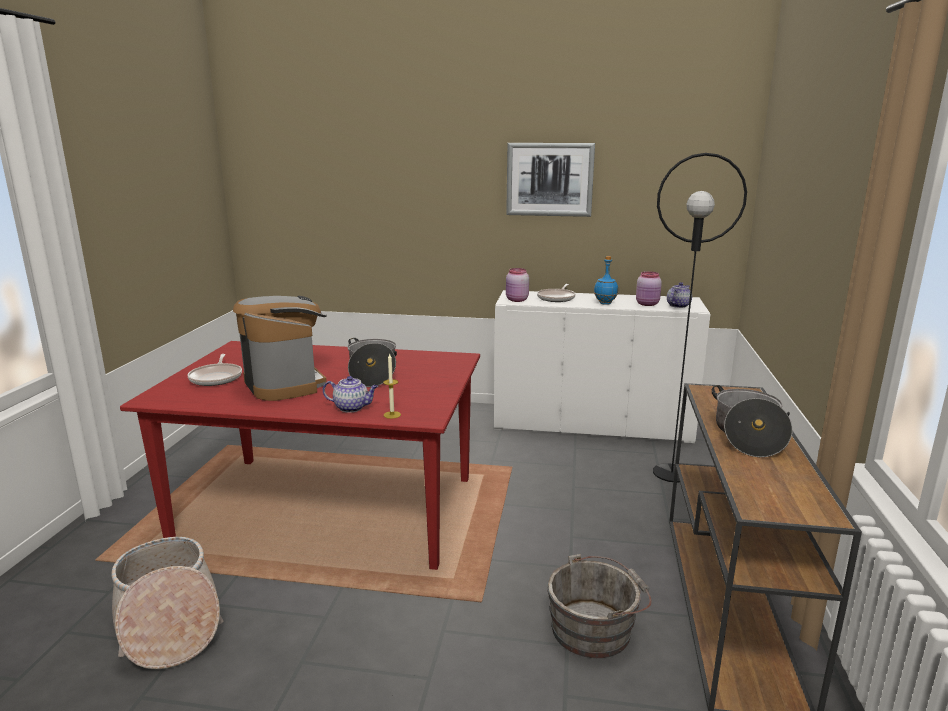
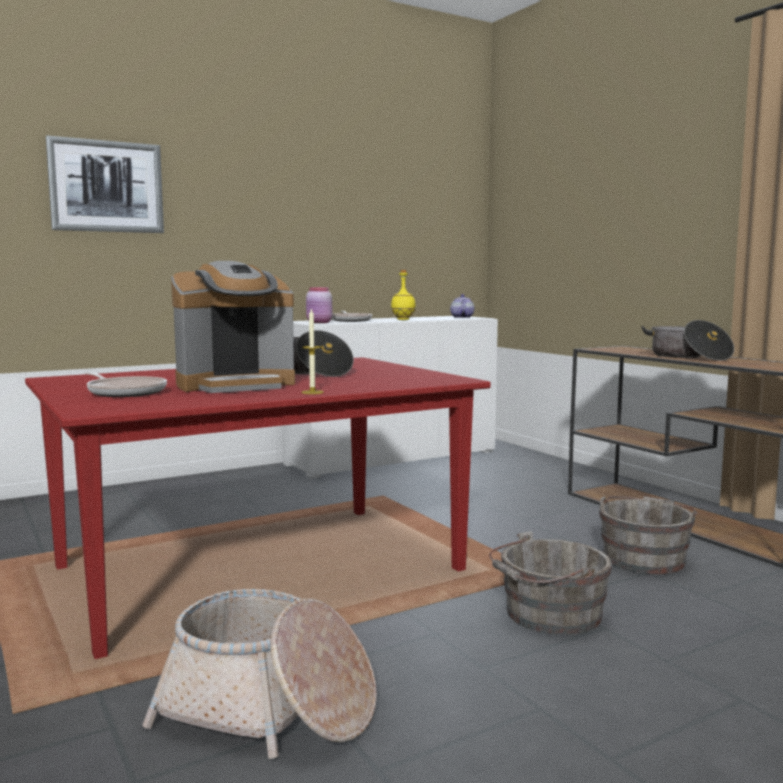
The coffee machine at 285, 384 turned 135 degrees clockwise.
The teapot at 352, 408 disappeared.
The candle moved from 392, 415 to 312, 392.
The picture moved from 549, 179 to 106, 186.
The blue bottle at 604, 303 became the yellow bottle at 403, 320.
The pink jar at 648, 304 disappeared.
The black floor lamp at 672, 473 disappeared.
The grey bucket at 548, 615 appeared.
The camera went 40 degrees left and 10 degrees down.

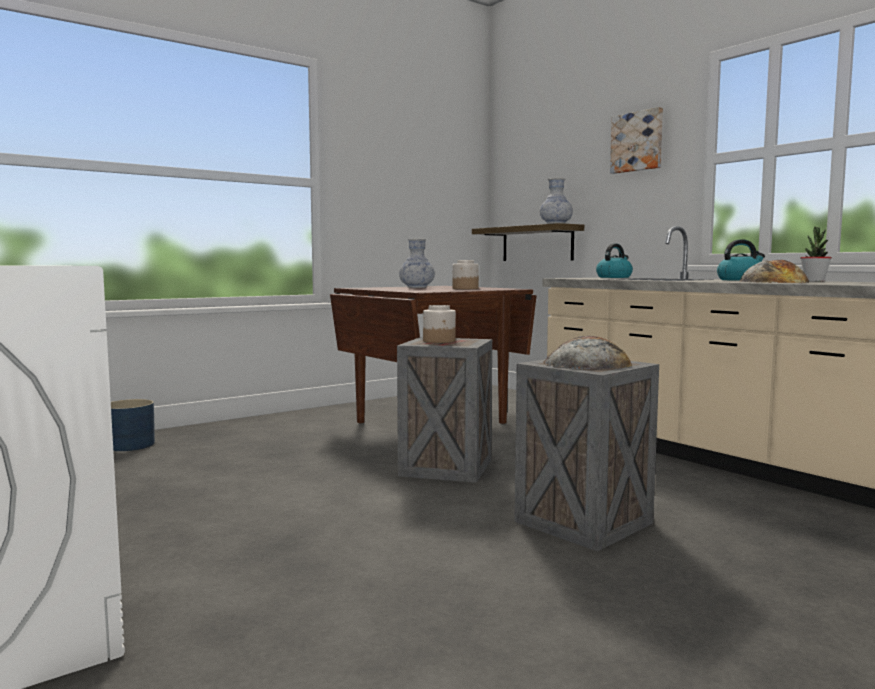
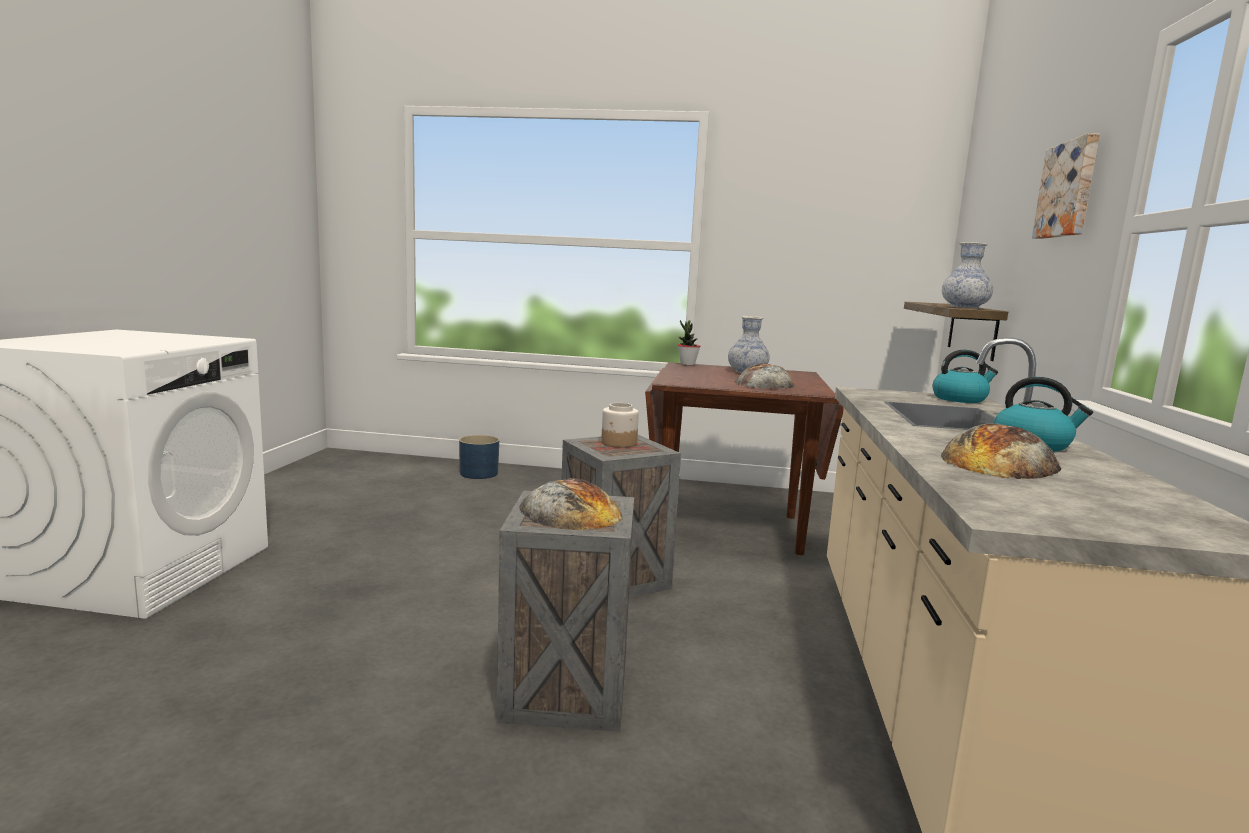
The jar at 465, 288 was replaced by the bread at 764, 384.
The potted plant moved from 814, 281 to 687, 364.
The camera went 45 degrees right and 5 degrees up.

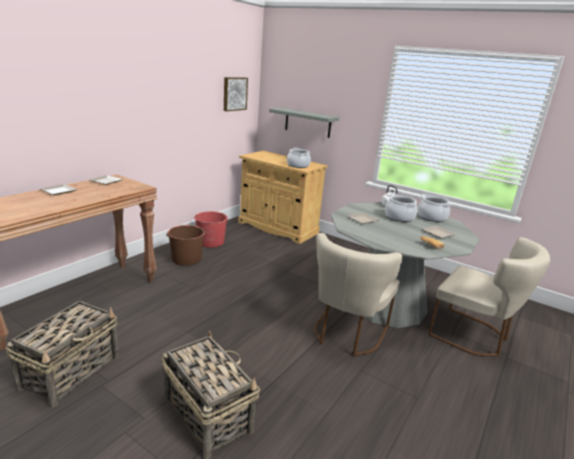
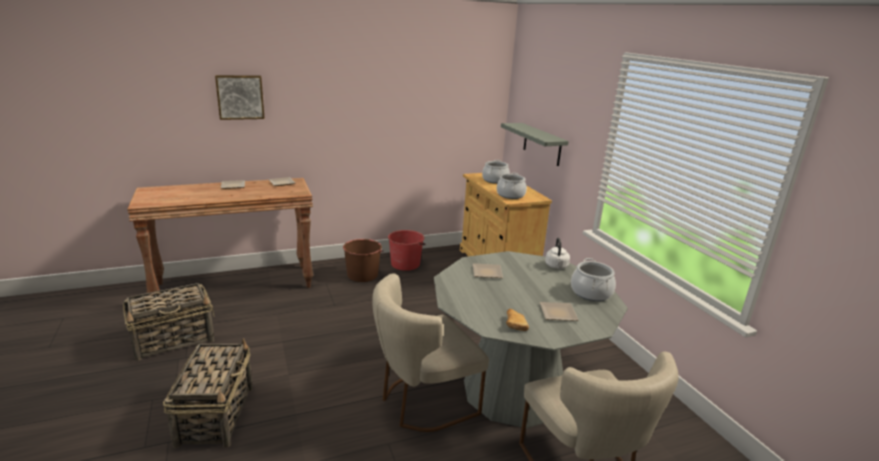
The picture moved from 234, 93 to 240, 97.
The cooking pot moved from 399, 217 to 495, 180.
The camera went 35 degrees right and 0 degrees up.

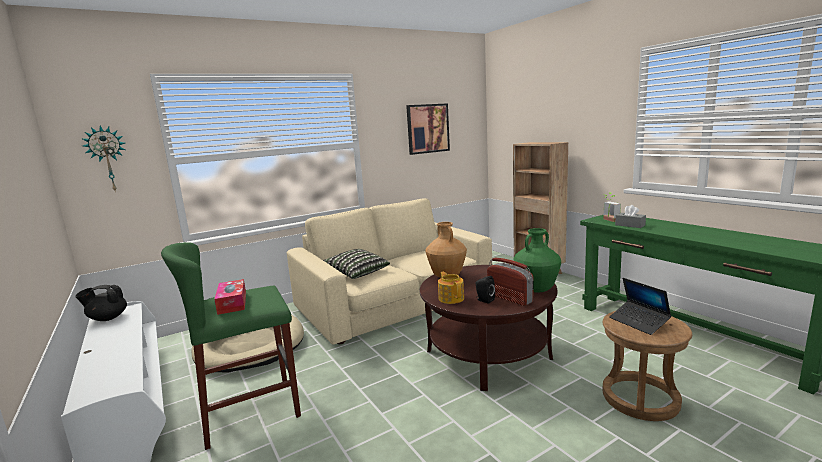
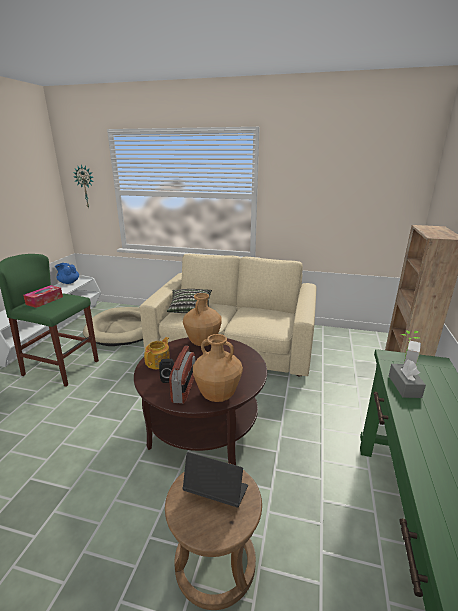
The black teapot at 107, 318 became the blue teapot at 68, 282.
The picture at 427, 128 disappeared.
The green vase at 536, 290 became the brown vase at 217, 395.
The laptop at 639, 322 turned 90 degrees clockwise.
The camera went 45 degrees right and 10 degrees up.

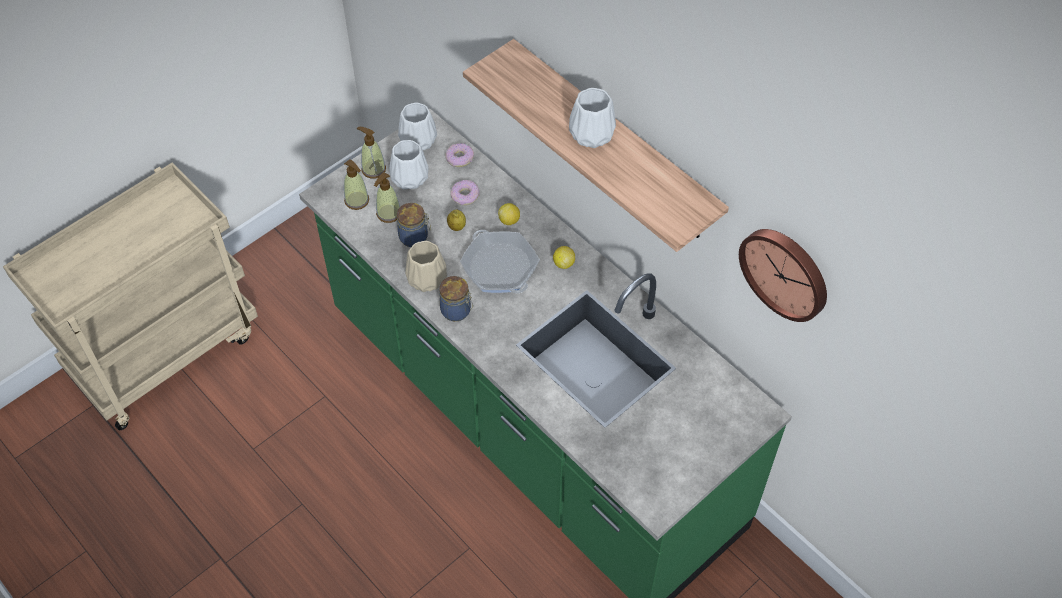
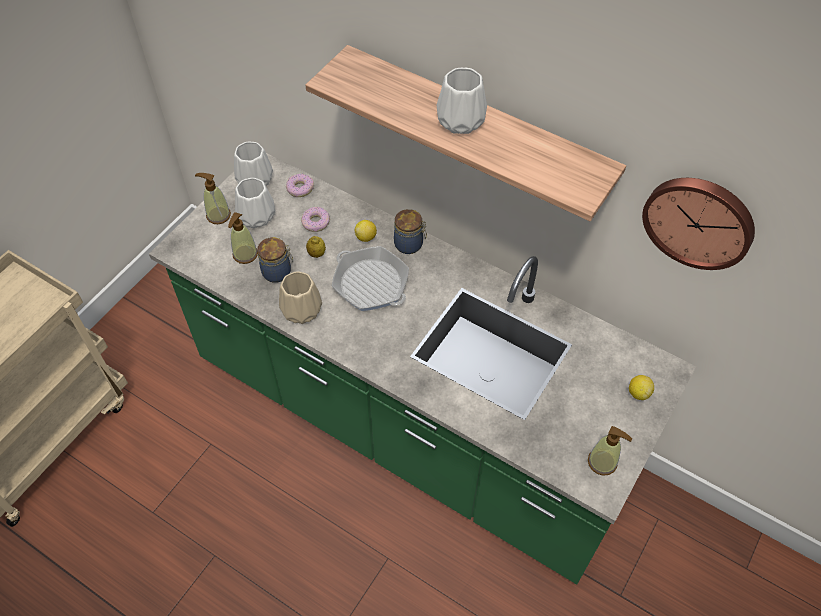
The soap dispenser moved from 357, 200 to 602, 462.
The jar moved from 457, 311 to 410, 244.
The lemon moved from 563, 263 to 638, 393.
The camera went 15 degrees left and 0 degrees up.

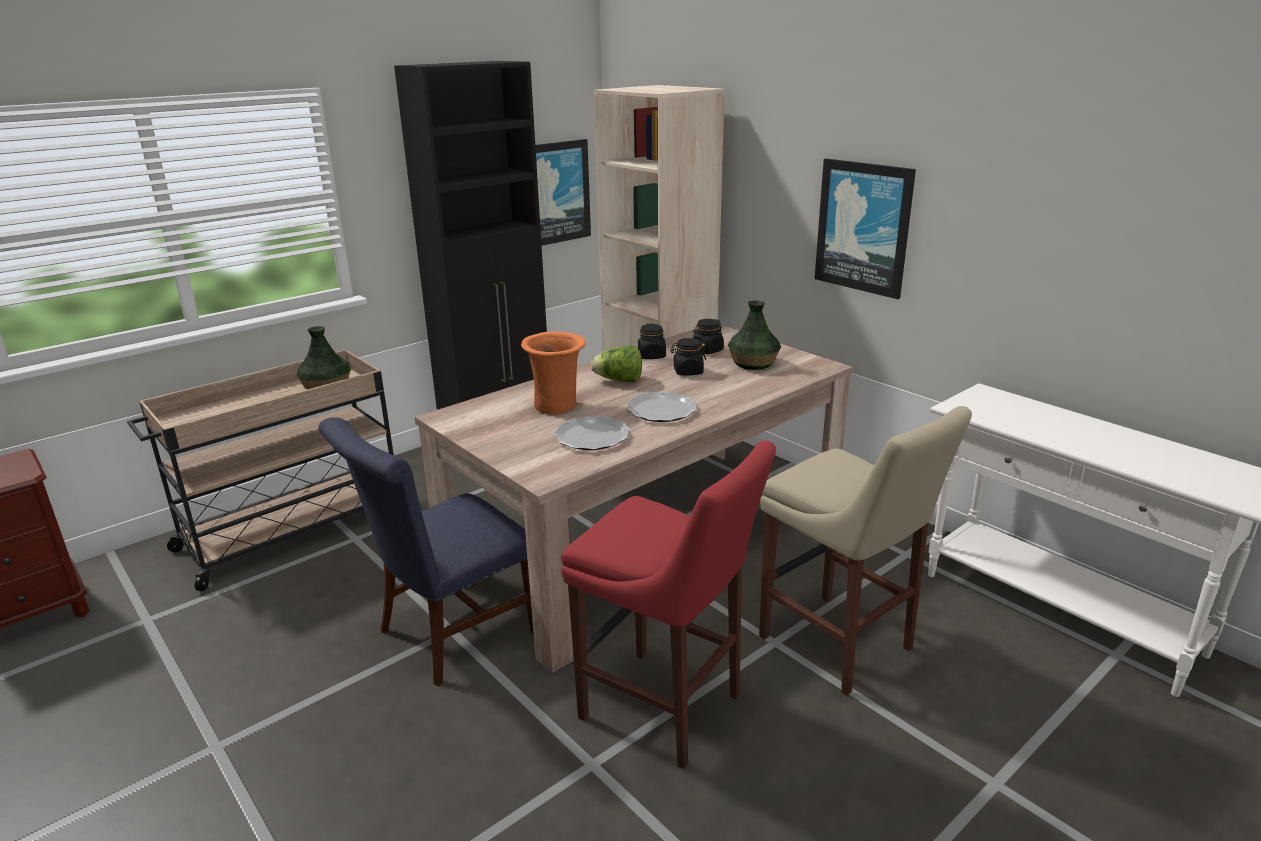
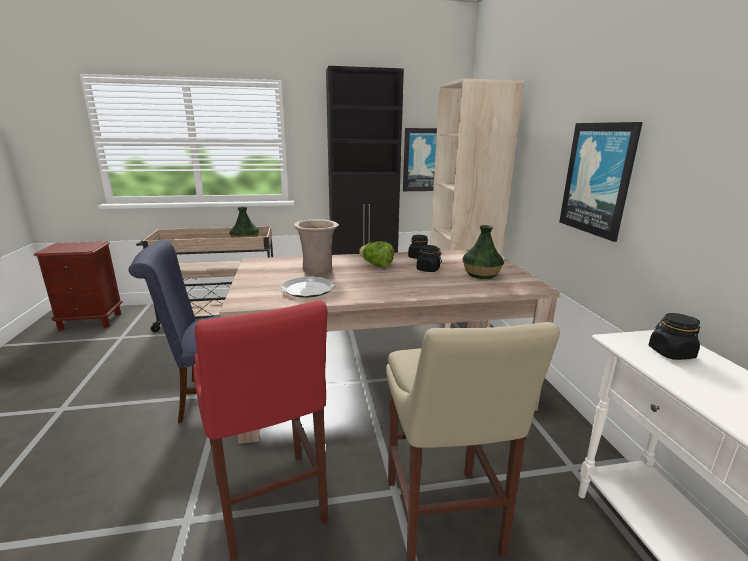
The orange vase at 557, 406 became the beige vase at 318, 270.
The plate at 662, 410 disappeared.
The black jar moved from 707, 350 to 670, 353.
The camera went 30 degrees right and 5 degrees down.

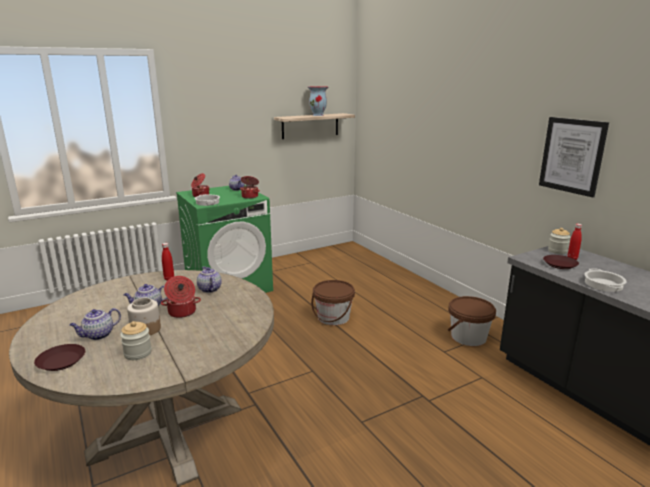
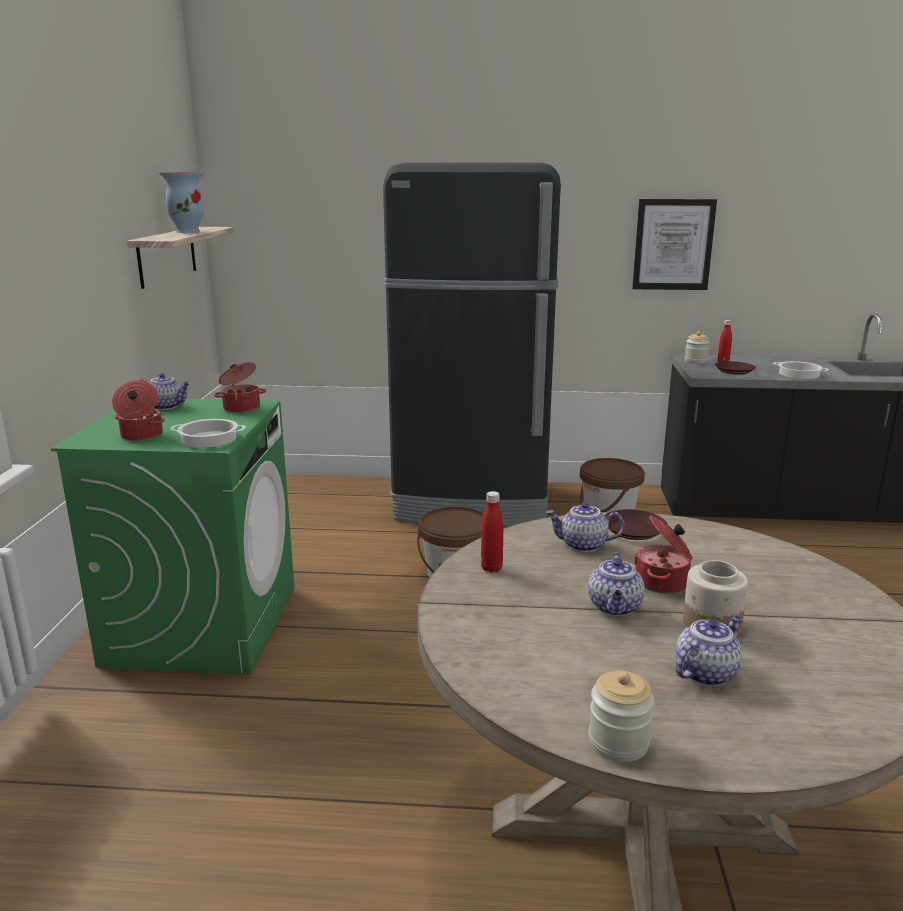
The brown plate moved from 61, 361 to 634, 530.
The teapot at 98, 335 turned 120 degrees counterclockwise.
The jar moved from 138, 353 to 618, 742.
The black fridge at 472, 502 appeared.
The camera went 55 degrees left and 0 degrees up.

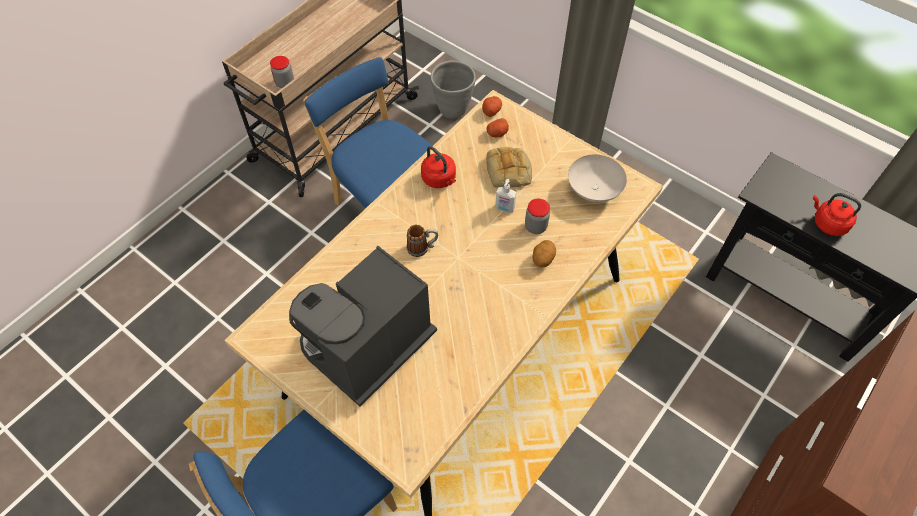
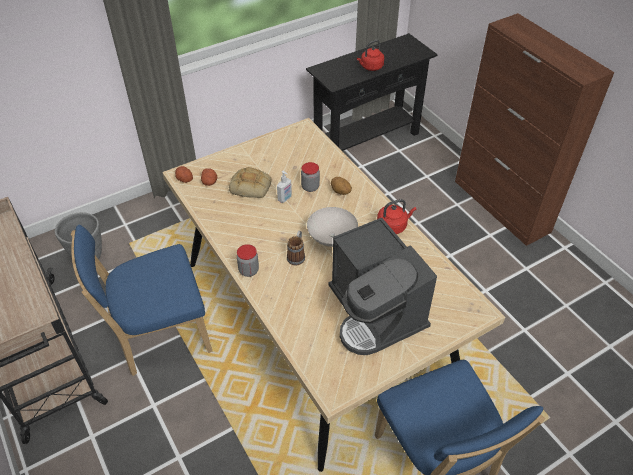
The jar moved from 285, 83 to 248, 270.
The red kettle moved from 440, 179 to 393, 226.
The white bowl moved from 594, 190 to 332, 237.
The camera went 70 degrees left and 10 degrees down.

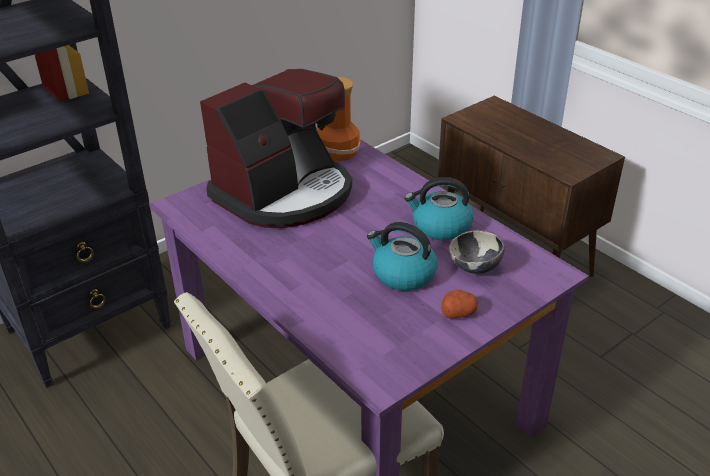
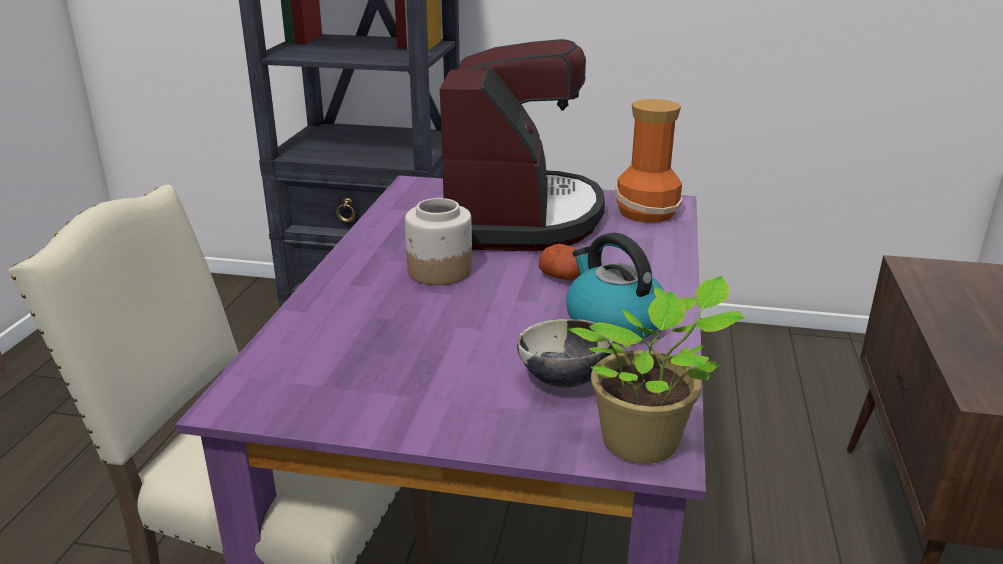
The coffee machine at 285, 193 turned 90 degrees counterclockwise.
The kettle at 402, 274 disappeared.
The potato moved from 459, 312 to 563, 277.
The jar at 439, 271 appeared.
The potted plant at 646, 444 appeared.
The camera went 50 degrees right and 10 degrees down.

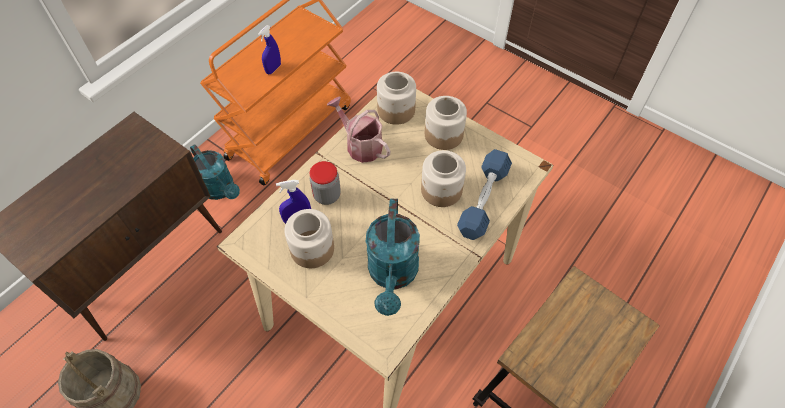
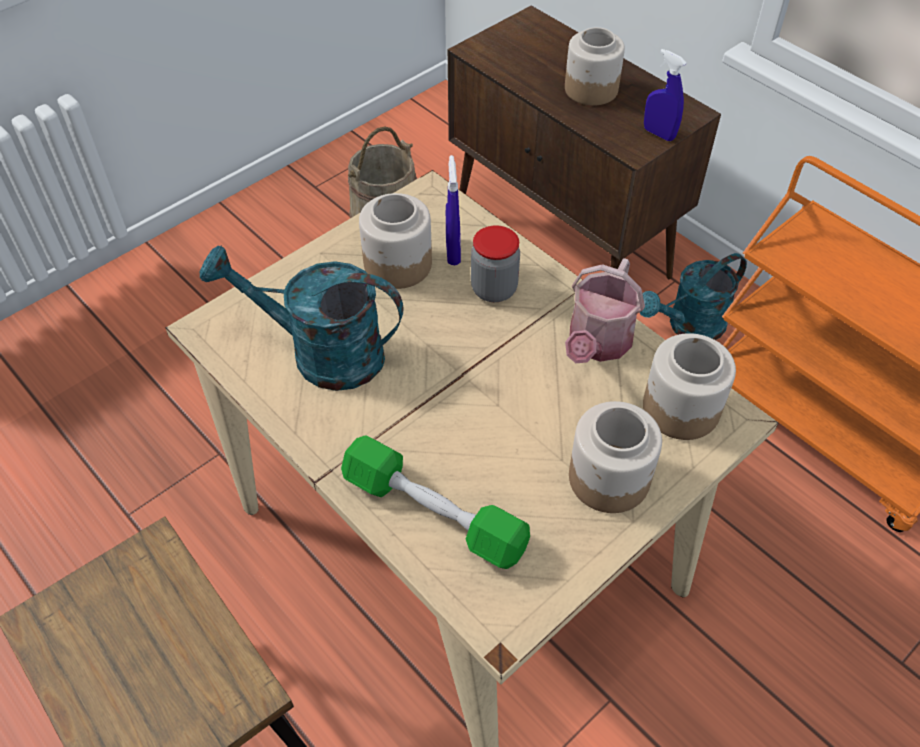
The blue spray bottle moved from 273, 69 to 658, 134.
The watering can at 360, 145 turned 150 degrees clockwise.
The jar moved from 441, 190 to 590, 89.
The blue dumbbell at 483, 200 became the green dumbbell at 434, 513.
The camera went 100 degrees right and 5 degrees down.

